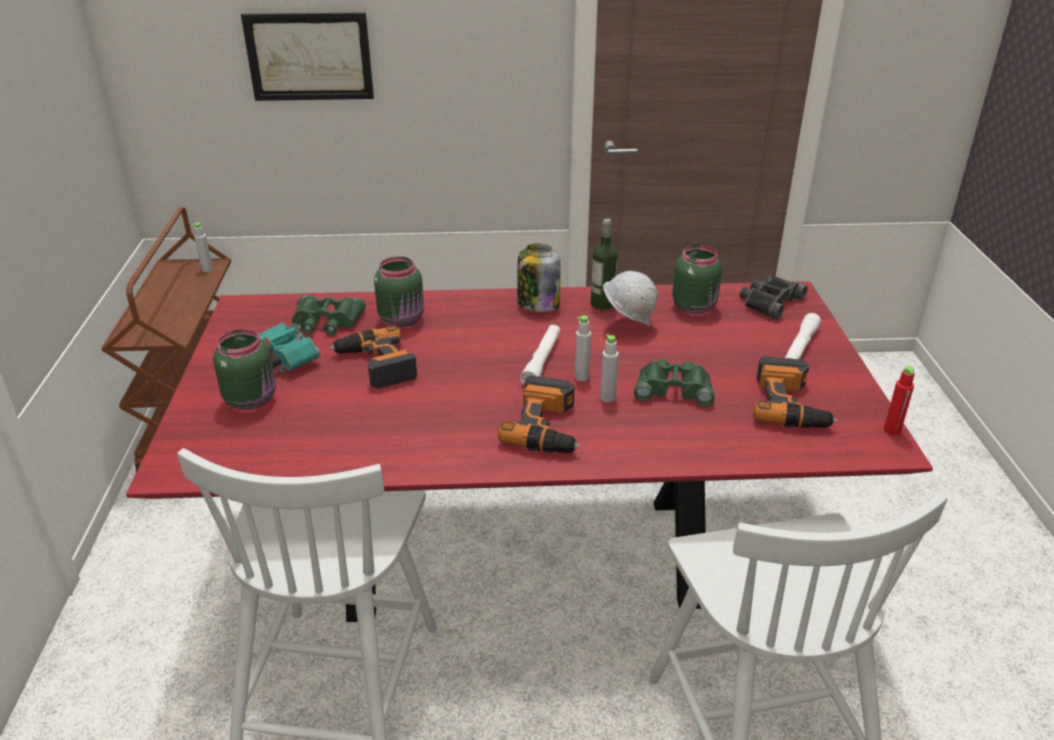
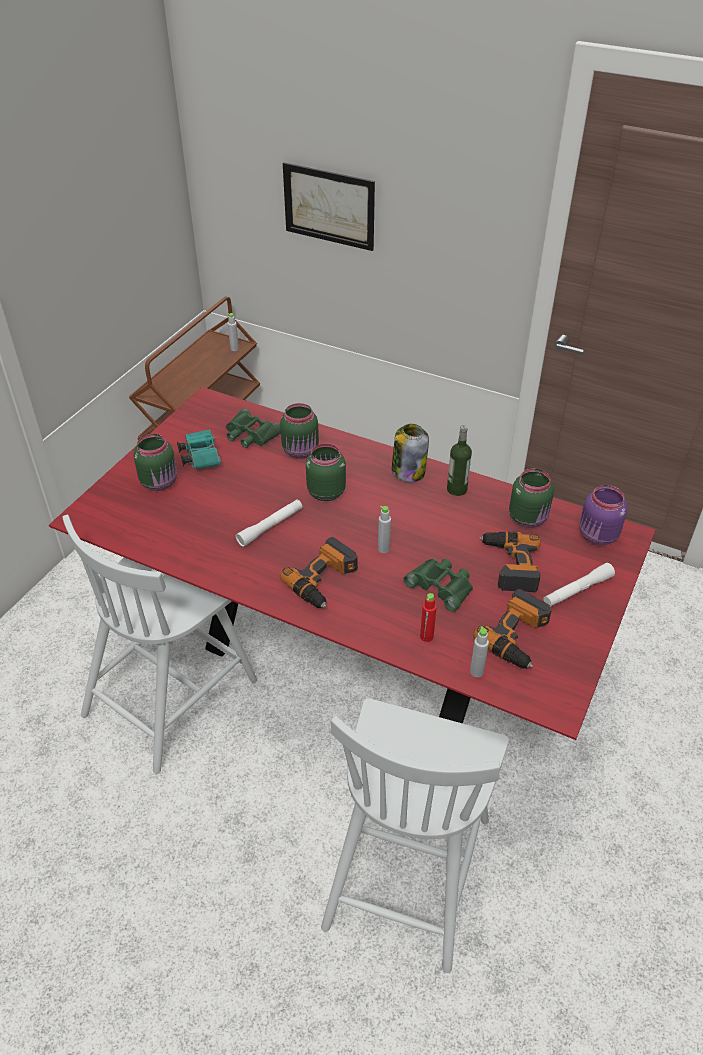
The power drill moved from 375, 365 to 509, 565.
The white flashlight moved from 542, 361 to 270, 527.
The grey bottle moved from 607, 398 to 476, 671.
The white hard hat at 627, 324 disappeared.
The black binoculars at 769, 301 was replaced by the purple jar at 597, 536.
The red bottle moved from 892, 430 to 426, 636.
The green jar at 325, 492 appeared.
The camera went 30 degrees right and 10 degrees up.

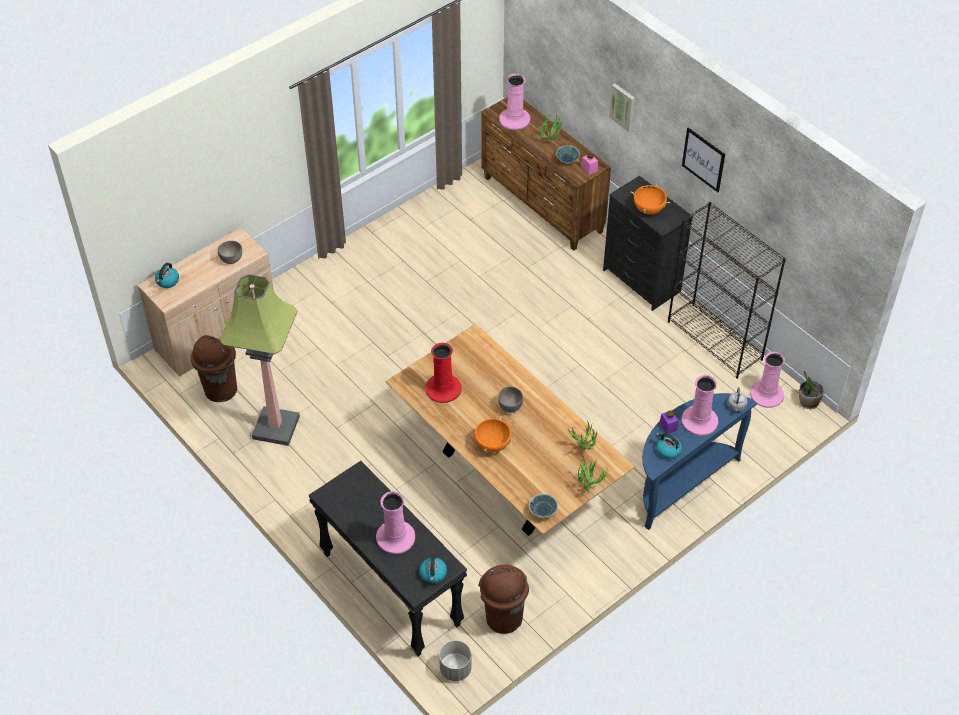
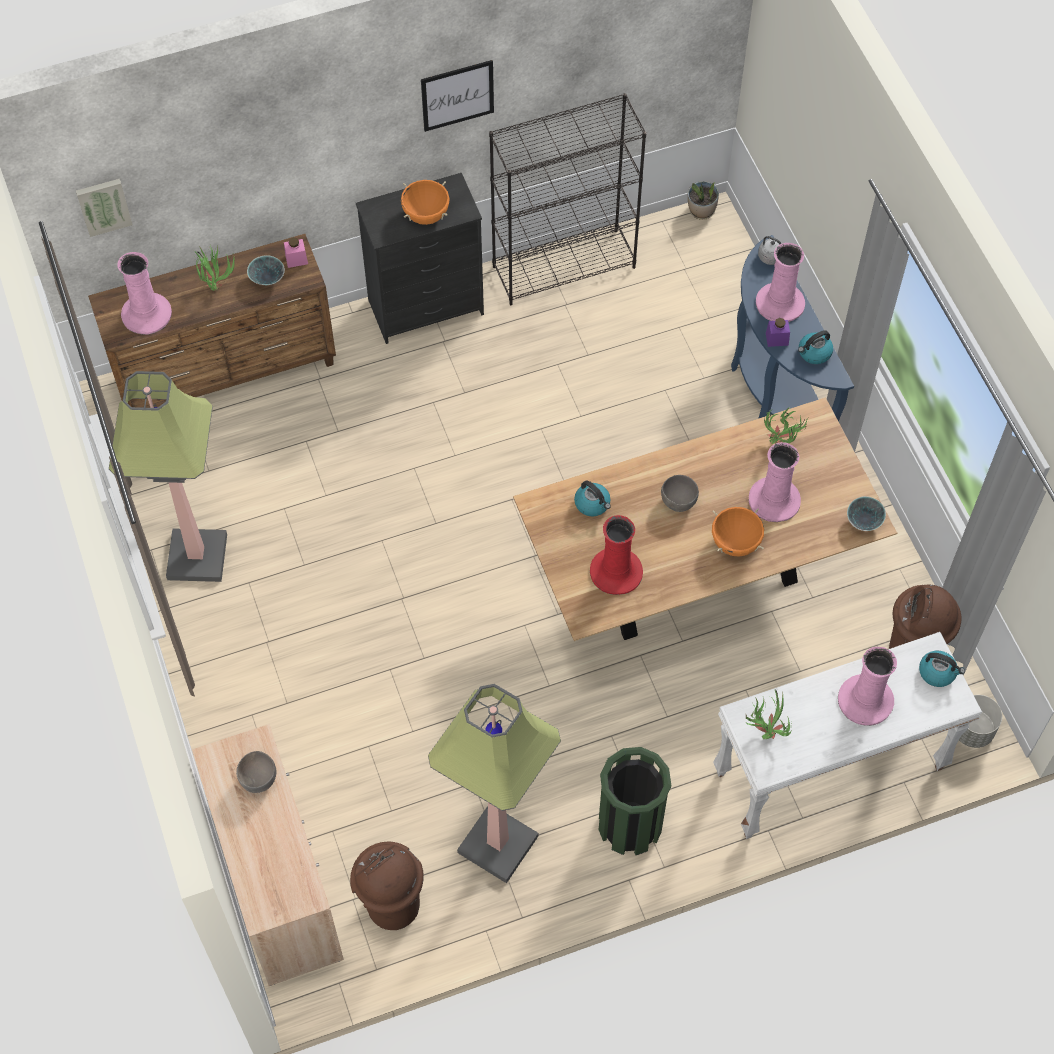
The kettle moved from 167, 281 to 593, 504.
The black console table at 390, 589 became the white console table at 829, 772.
The potted plant moved from 588, 485 to 765, 731.
The picture moved from 623, 106 to 103, 205.
The pink vase moved from 767, 394 to 774, 500.
The floor lamp at 196, 556 appeared.
The green trash can at 630, 825 appeared.
The camera went 70 degrees left and 10 degrees up.

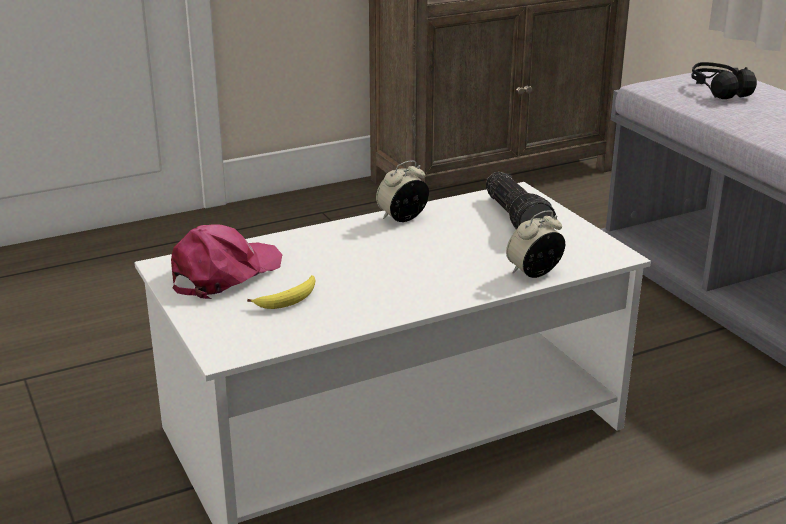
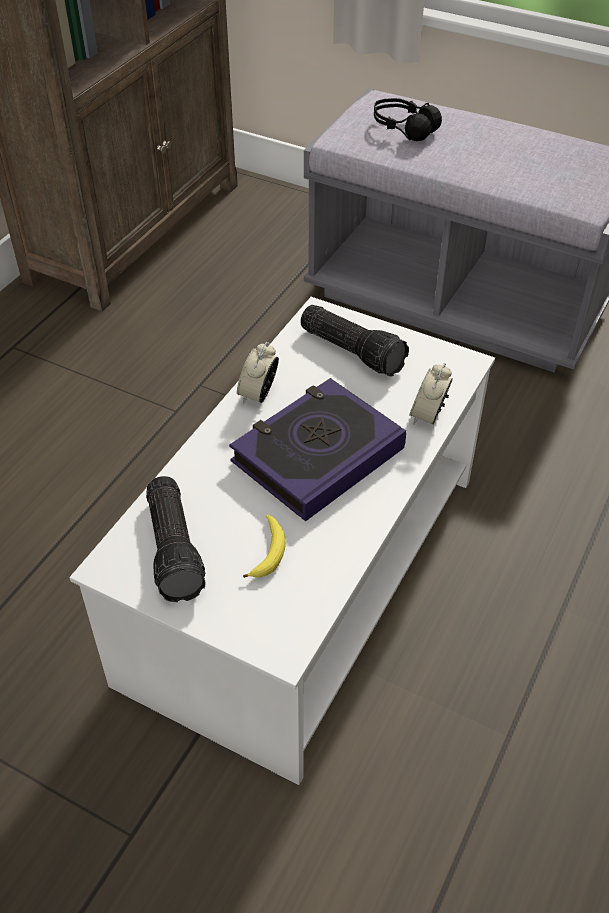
The pink cap at 224, 273 was replaced by the flashlight at 176, 548.
The book at 317, 455 appeared.
The camera went 35 degrees left and 20 degrees up.

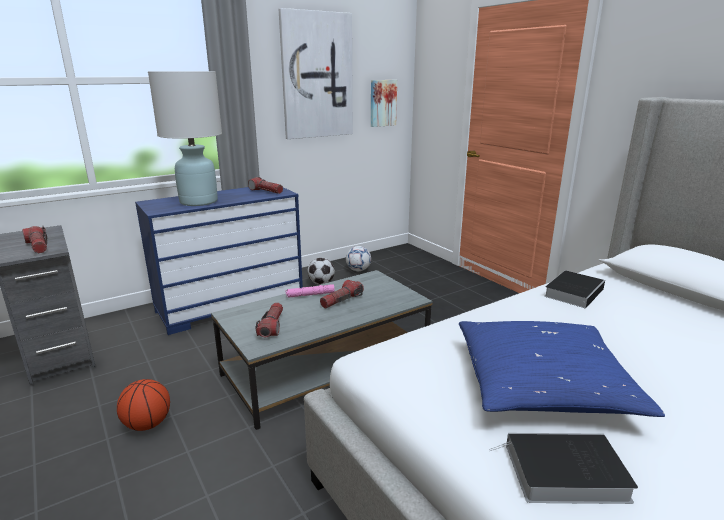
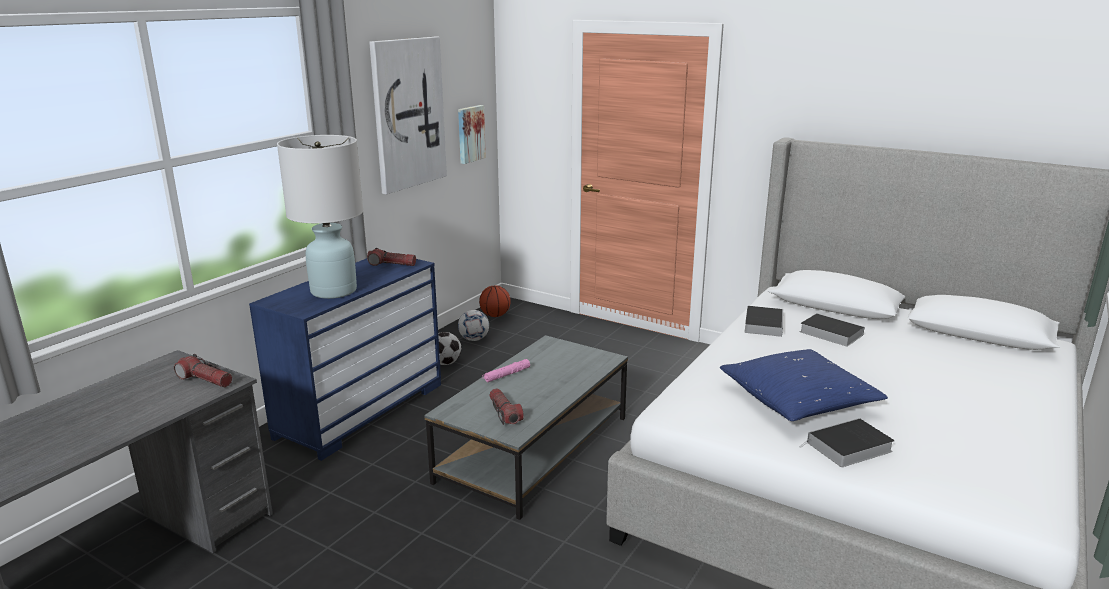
The basketball moved from 147, 424 to 495, 315.
The flashlight at 341, 300 disappeared.
The book at 829, 333 appeared.
The camera went 25 degrees left and 0 degrees up.

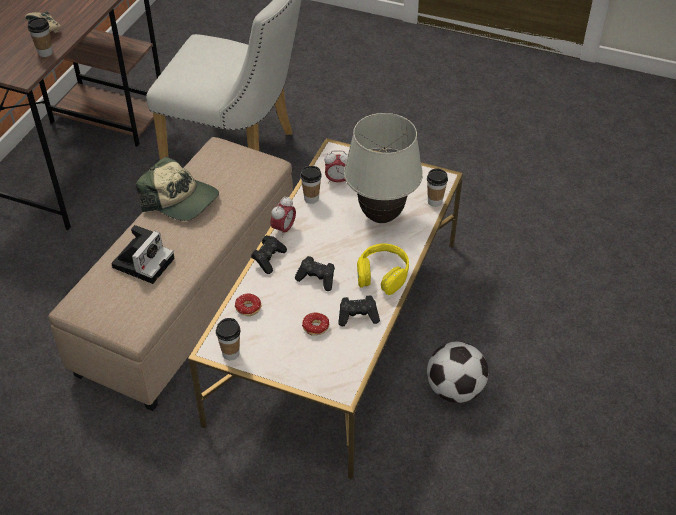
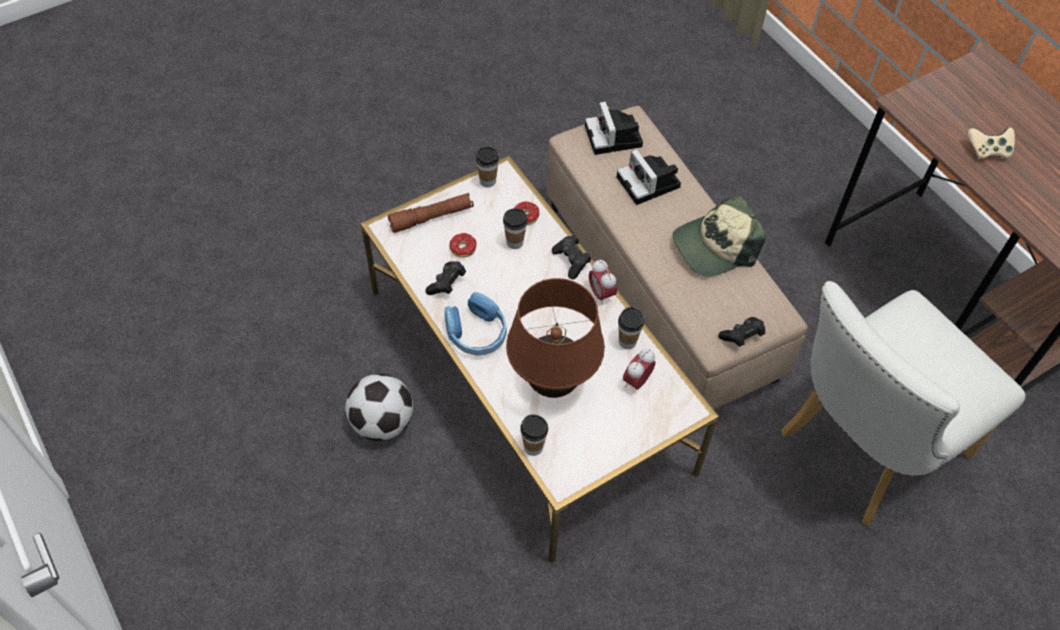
The cup moved from 45, 53 to 514, 242.
The black game controller moved from 317, 279 to 741, 336.
The white table lamp at 381, 216 became the brown table lamp at 552, 383.
The yellow headphones at 382, 275 became the blue headphones at 476, 333.
The brown flashlight at 431, 217 appeared.
The photo camera at 614, 138 appeared.
The camera went 125 degrees right and 10 degrees up.

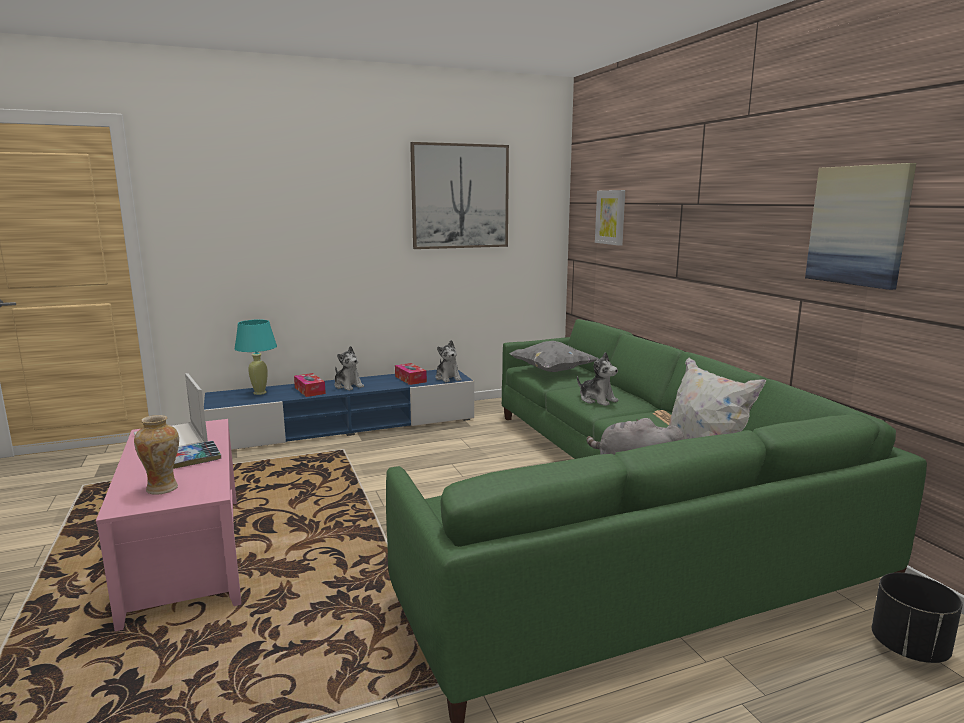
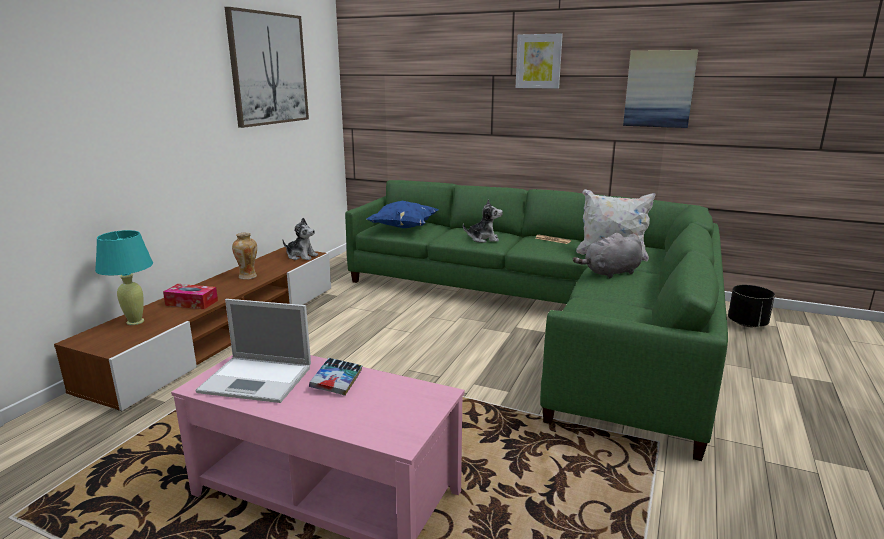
The vase moved from 163, 488 to 248, 276.
The blue tv stand at 346, 427 became the brown tv stand at 225, 333.
The plush toy at 348, 386 disappeared.
The tissue box at 410, 379 disappeared.
The grey pillow at 551, 371 became the blue pillow at 403, 227.
The picture moved from 611, 217 to 538, 61.
The camera went 45 degrees left and 5 degrees up.

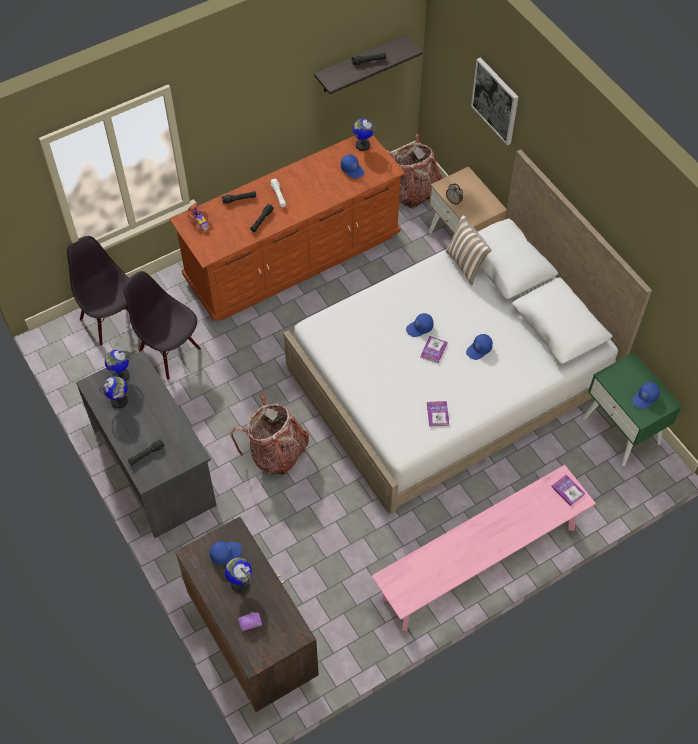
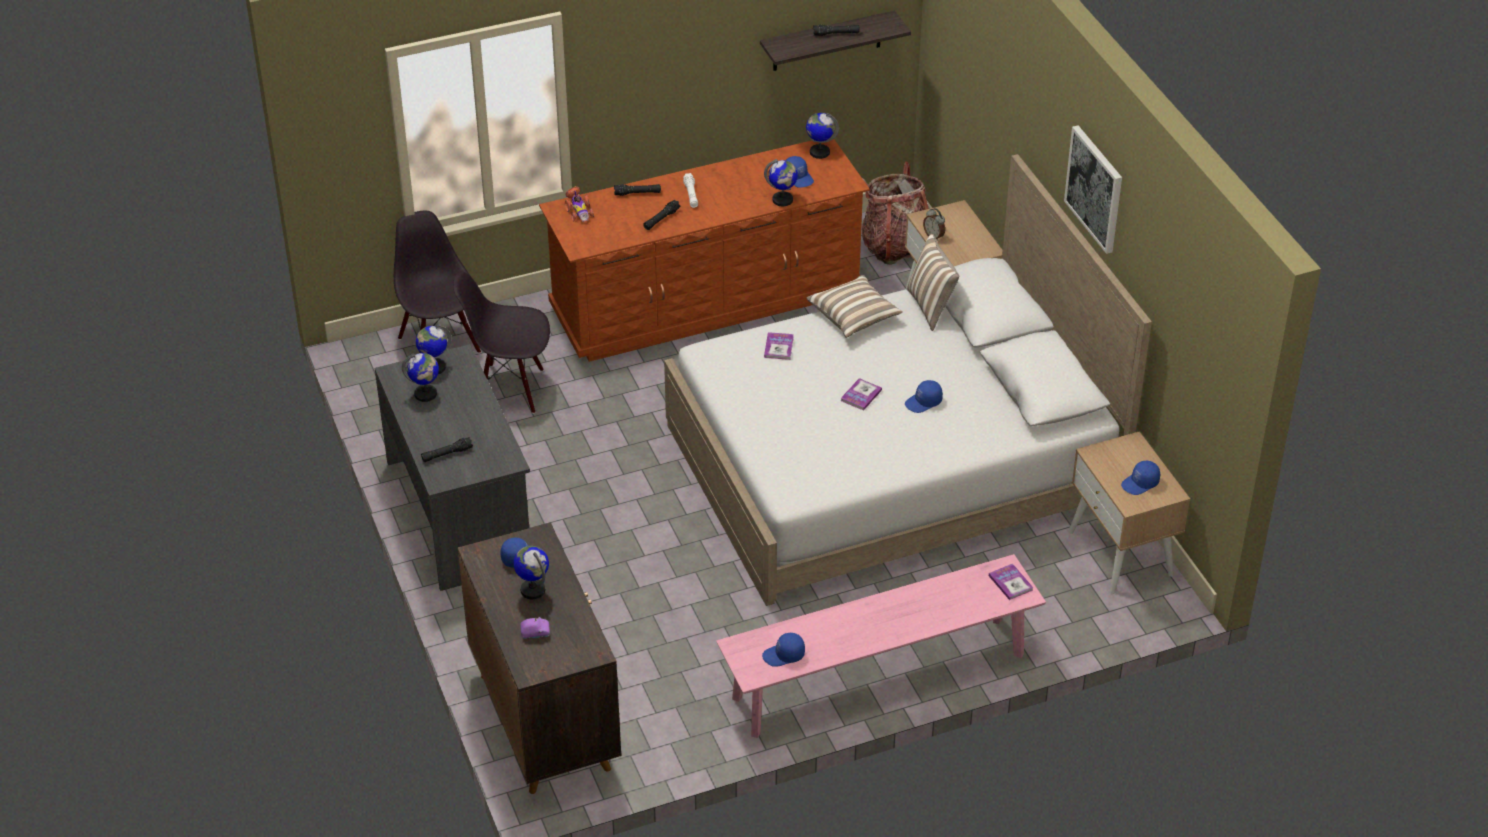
The black chair at 169, 353 turned 45 degrees counterclockwise.
The backpack at 276, 453 disappeared.
The blue cap moved from 419, 328 to 784, 655.
The book moved from 437, 414 to 779, 347.
The picture moved from 495, 100 to 1095, 188.
The green nightstand at 622, 430 became the beige nightstand at 1121, 553.
The globe at 782, 200 appeared.
The pillow at 854, 317 appeared.
The camera went 10 degrees right and 15 degrees down.

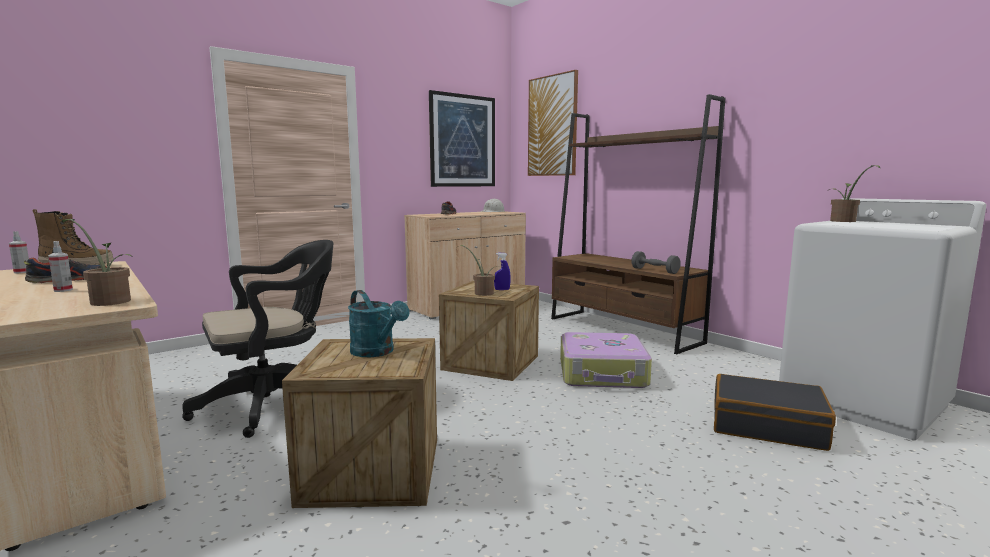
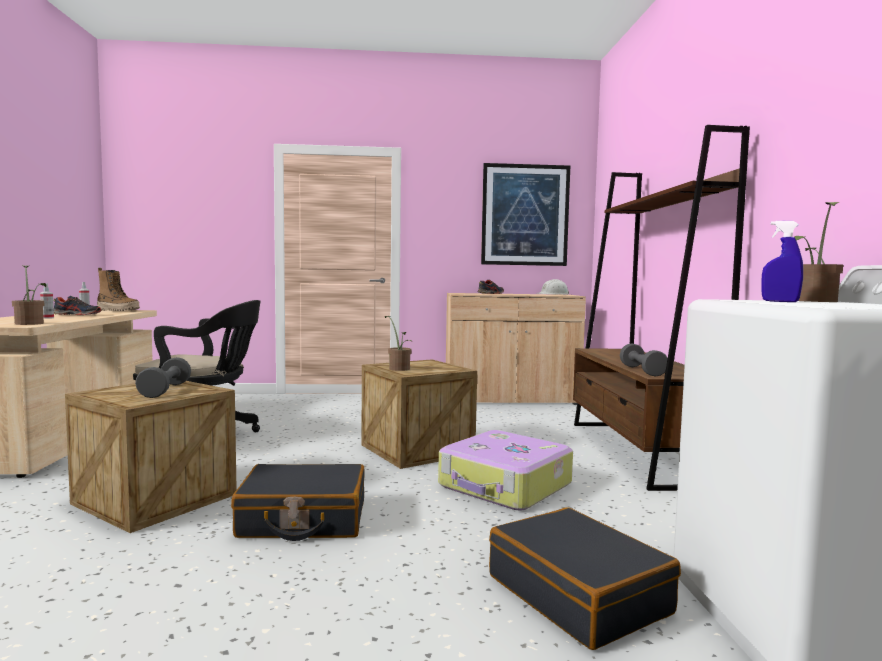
The turquoise watering can at 377, 352 was replaced by the grey dumbbell at 165, 390.
The blue spray bottle moved from 502, 289 to 780, 301.
The picture at 552, 126 disappeared.
The black suitcase at 303, 519 appeared.
The camera went 35 degrees right and 5 degrees down.

